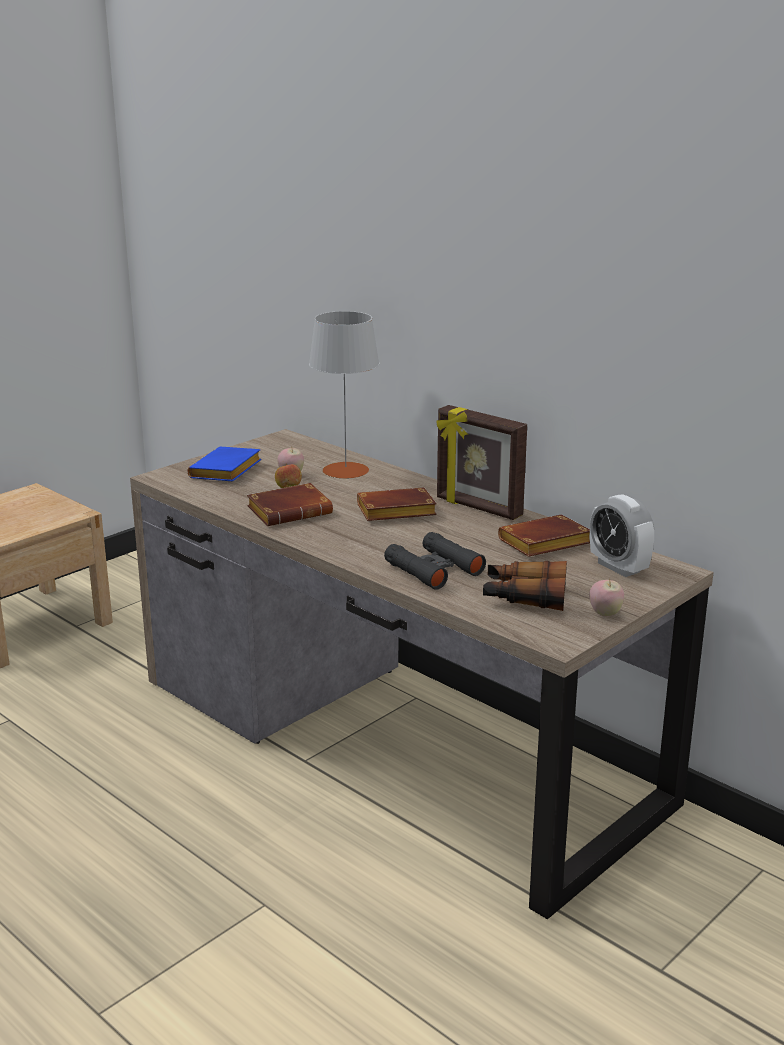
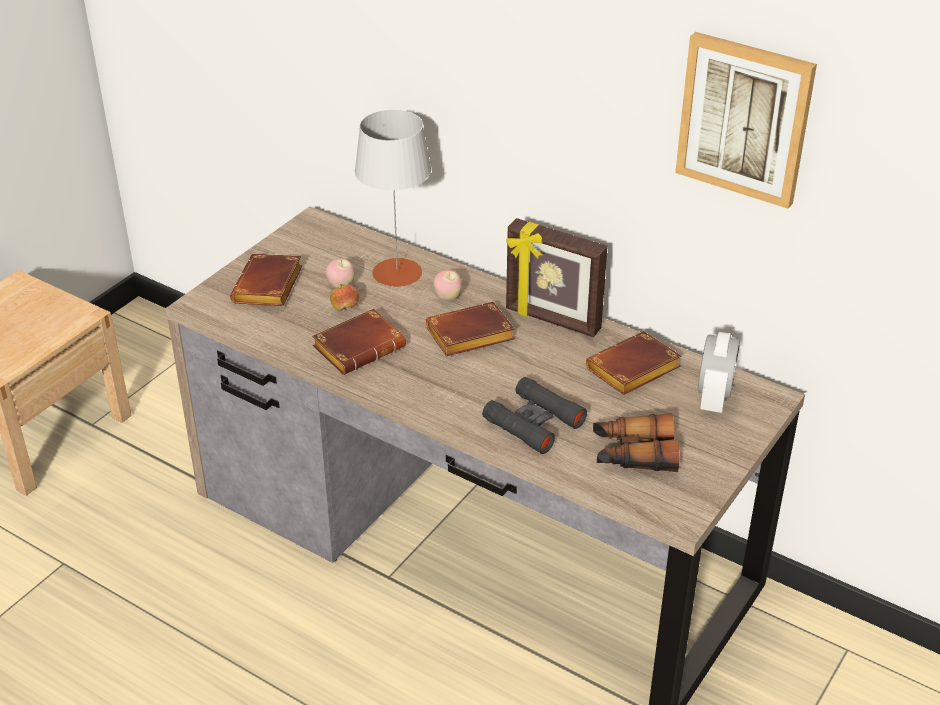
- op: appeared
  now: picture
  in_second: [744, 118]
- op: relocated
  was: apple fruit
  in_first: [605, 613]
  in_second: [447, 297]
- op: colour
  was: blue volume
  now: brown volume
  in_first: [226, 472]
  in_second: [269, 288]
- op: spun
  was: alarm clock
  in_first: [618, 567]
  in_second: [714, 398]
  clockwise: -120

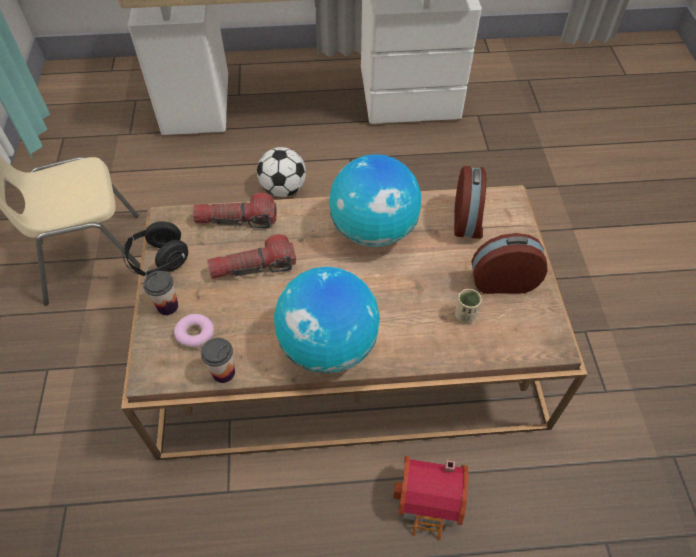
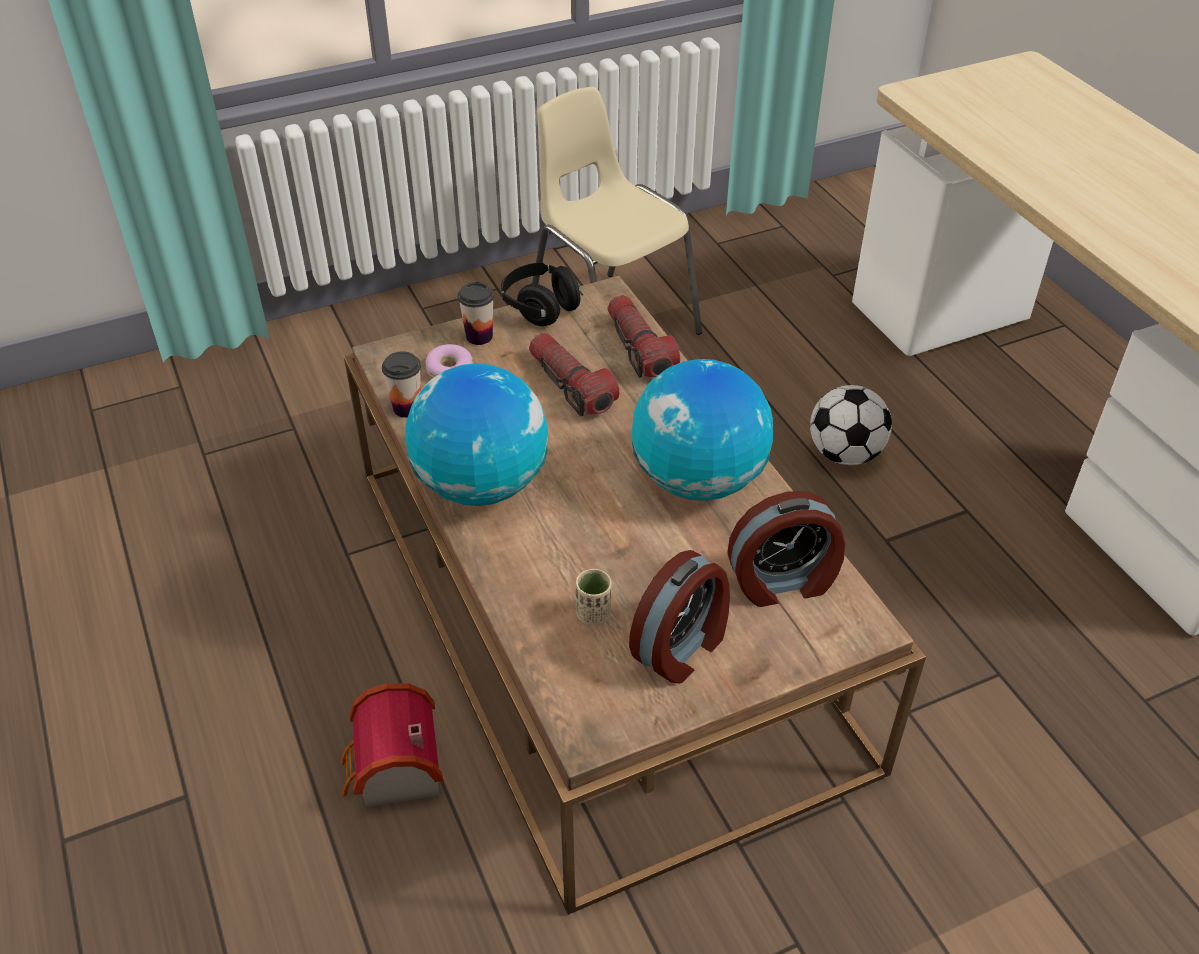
- op: spun
  was: alarm clock
  in_first: [502, 280]
  in_second: [682, 648]
  clockwise: 60

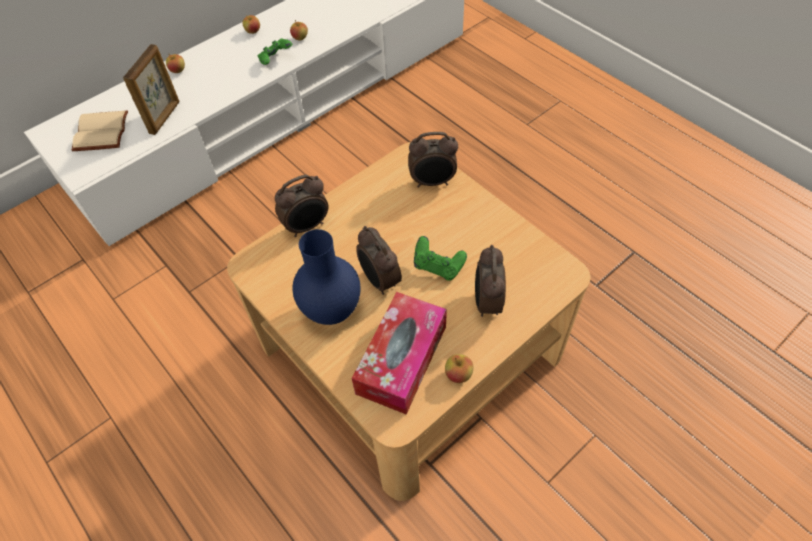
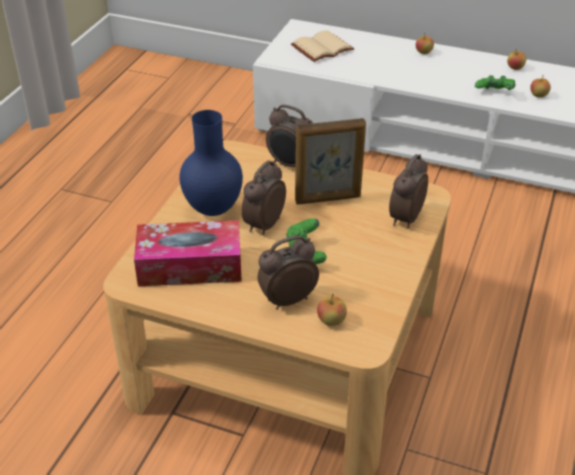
- op: relocated
  was: standing frame
  in_first: [165, 117]
  in_second: [328, 199]
- op: relocated
  was: apple fruit
  in_first: [458, 374]
  in_second: [331, 321]
- op: spun
  was: alarm clock
  in_first: [432, 182]
  in_second: [405, 218]
  clockwise: 60

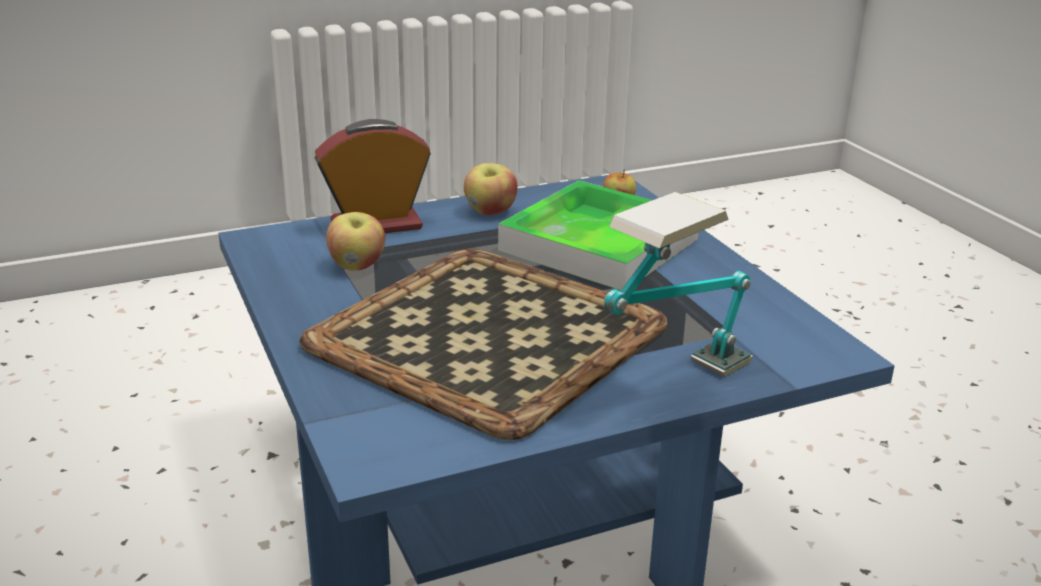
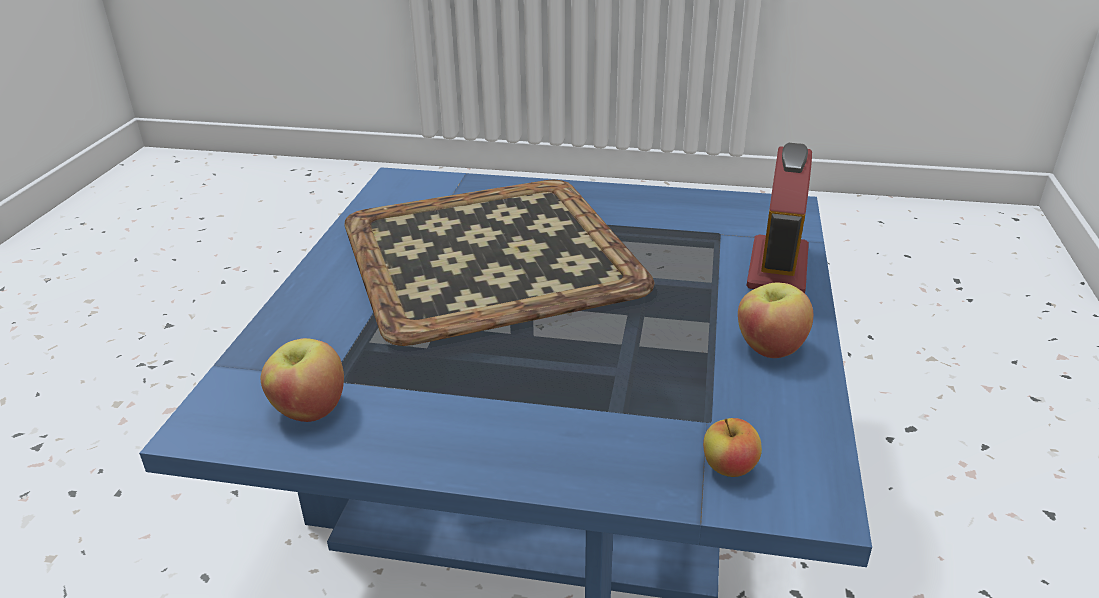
- op: missing
  was: tray
  in_first: [599, 244]
- op: missing
  was: tabletop lamp
  in_first: [675, 386]
- op: relocated
  was: apple fruit
  in_first: [357, 266]
  in_second: [309, 409]

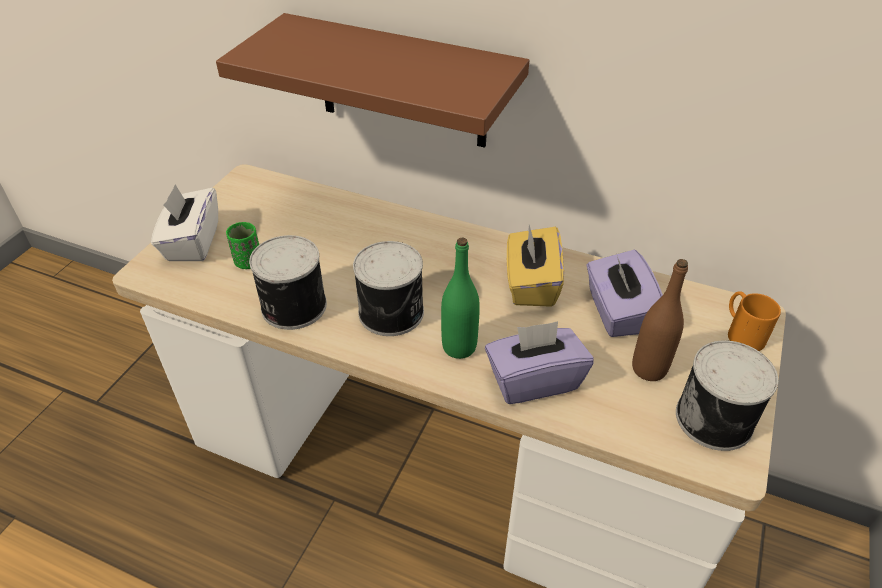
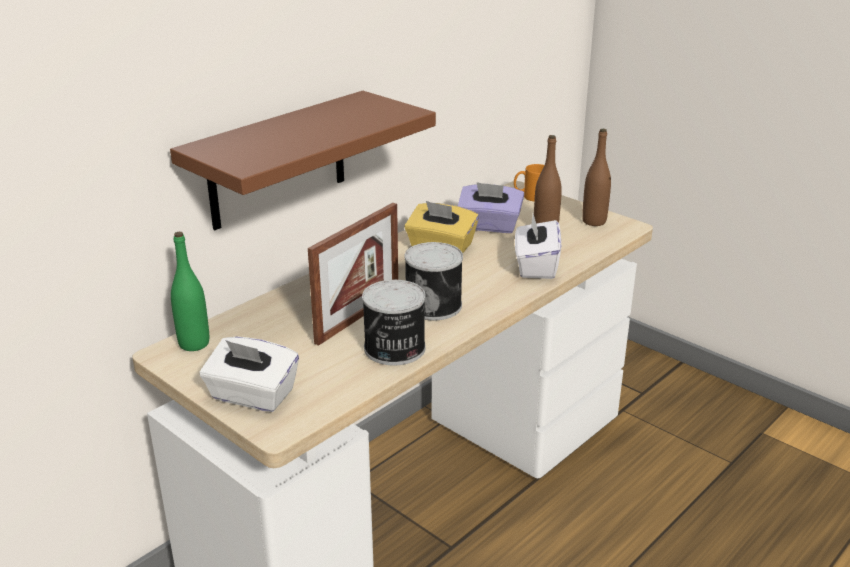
- op: missing
  was: greenish cup
  in_first: [248, 262]
- op: appeared
  now: standing frame
  in_second: [358, 317]
- op: relocated
  was: greenish beverage bottle
  in_first: [459, 347]
  in_second: [194, 344]
- op: exchanged
  was: can
  now: brown beverage bottle
  in_first: [716, 419]
  in_second: [594, 221]
- op: colour
  was: purplish tissue box
  now: white-coloured tissue box
  in_first: [533, 380]
  in_second: [535, 266]

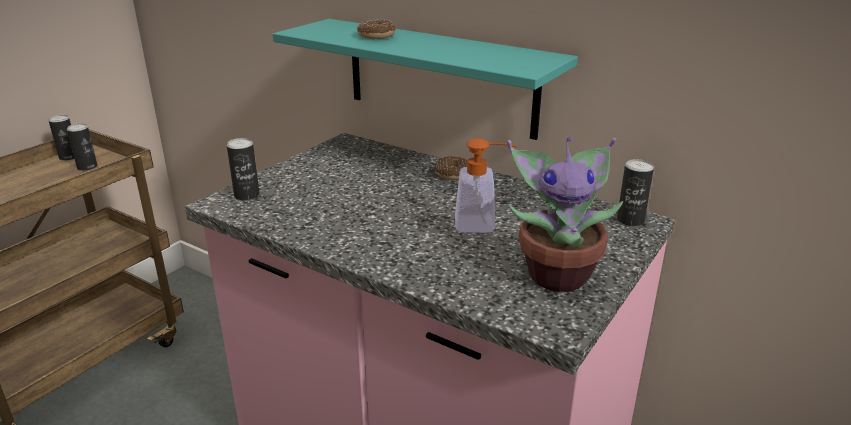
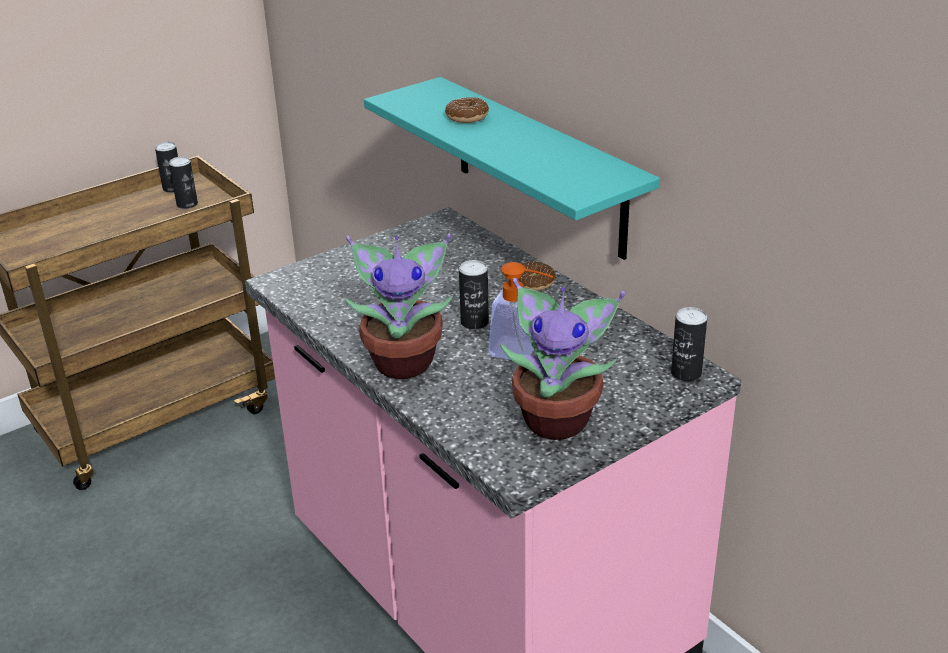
- op: appeared
  now: houseplant
  in_second: [404, 361]
- op: relocated
  was: can
  in_first: [247, 195]
  in_second: [474, 322]

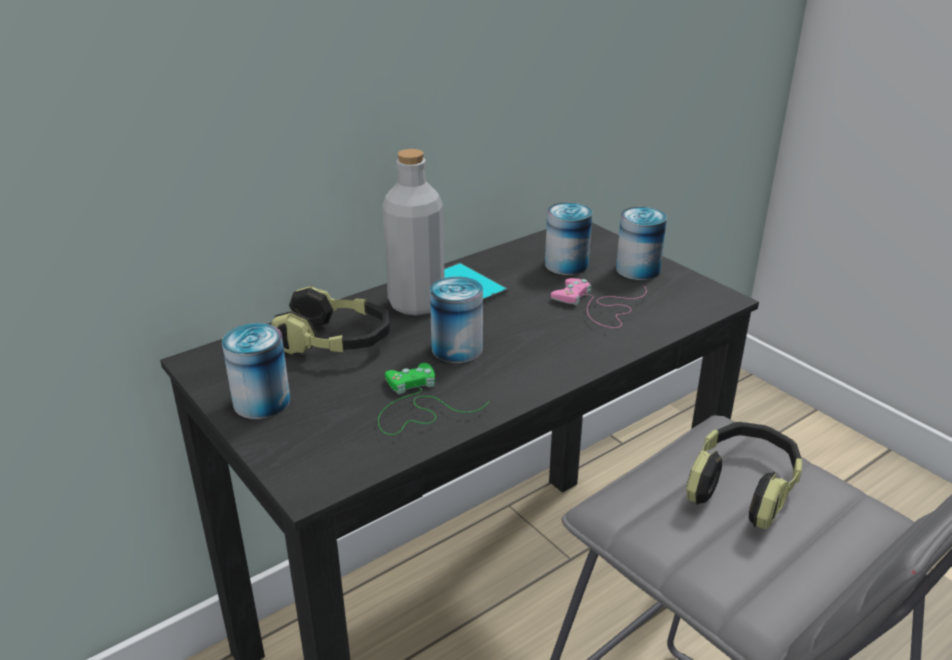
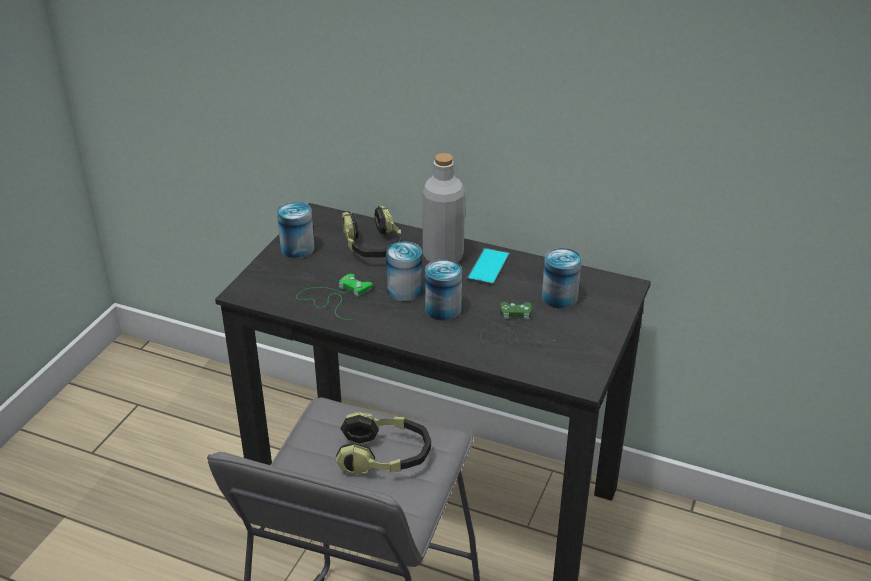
- op: relocated
  was: can
  in_first: [638, 269]
  in_second: [443, 309]
- op: colour
  was: pink gamepad
  now: greenish gamepad
  in_first: [598, 307]
  in_second: [511, 329]

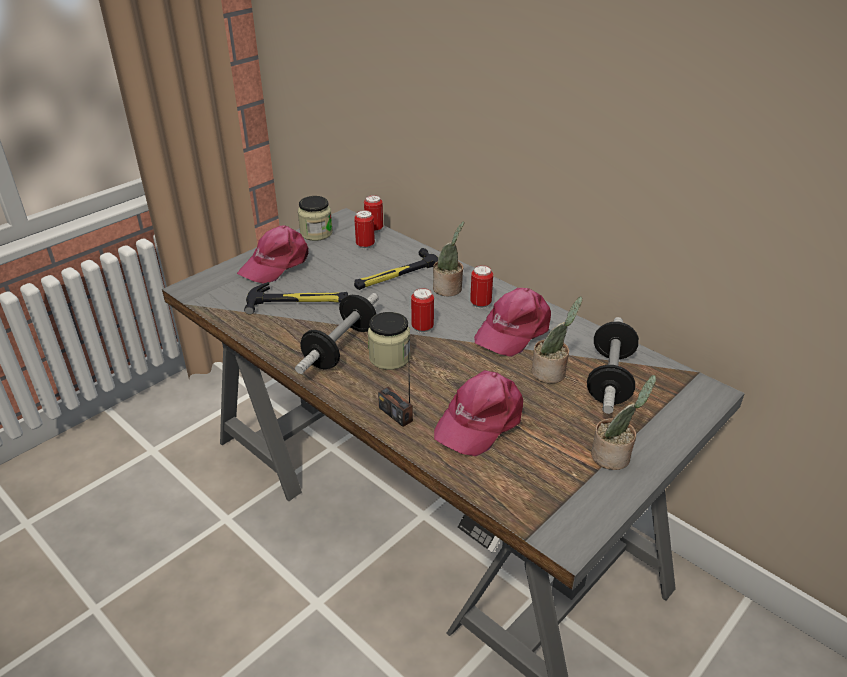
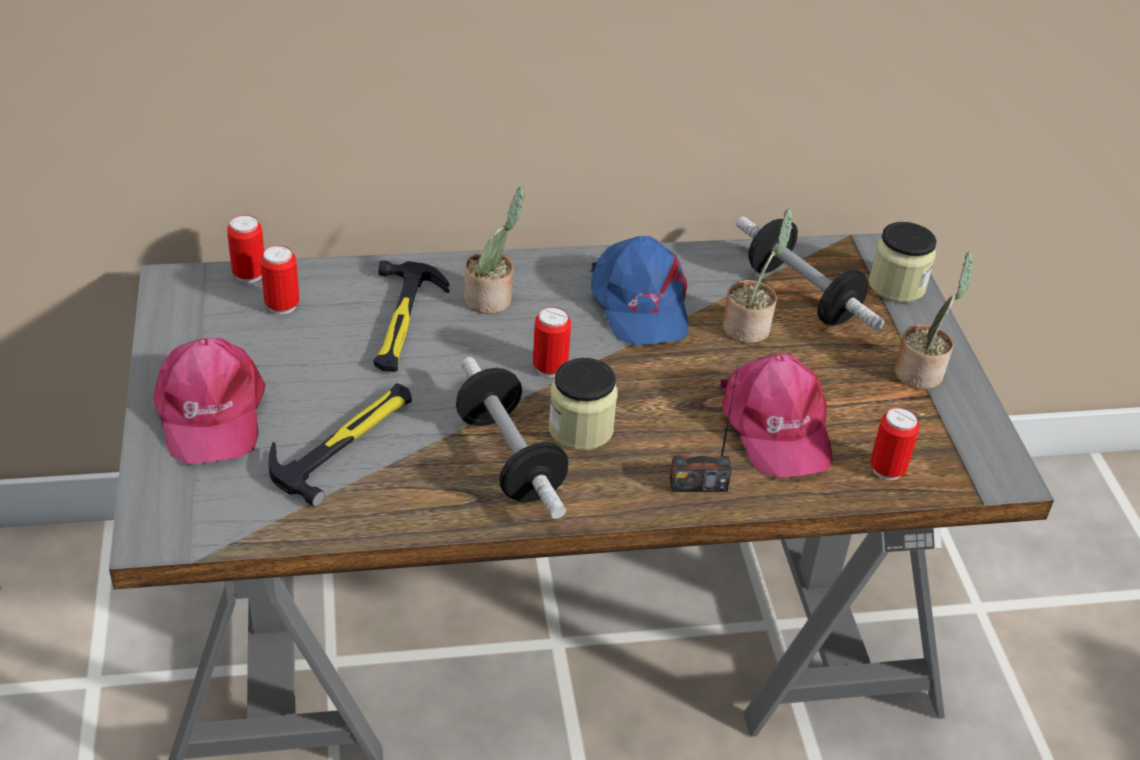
- op: relocated
  was: preserve jar
  in_first: [316, 233]
  in_second: [896, 286]
- op: relocated
  was: can
  in_first: [480, 304]
  in_second: [887, 469]
- op: colour
  was: pink cap
  now: blue cap
  in_first: [513, 330]
  in_second: [639, 303]

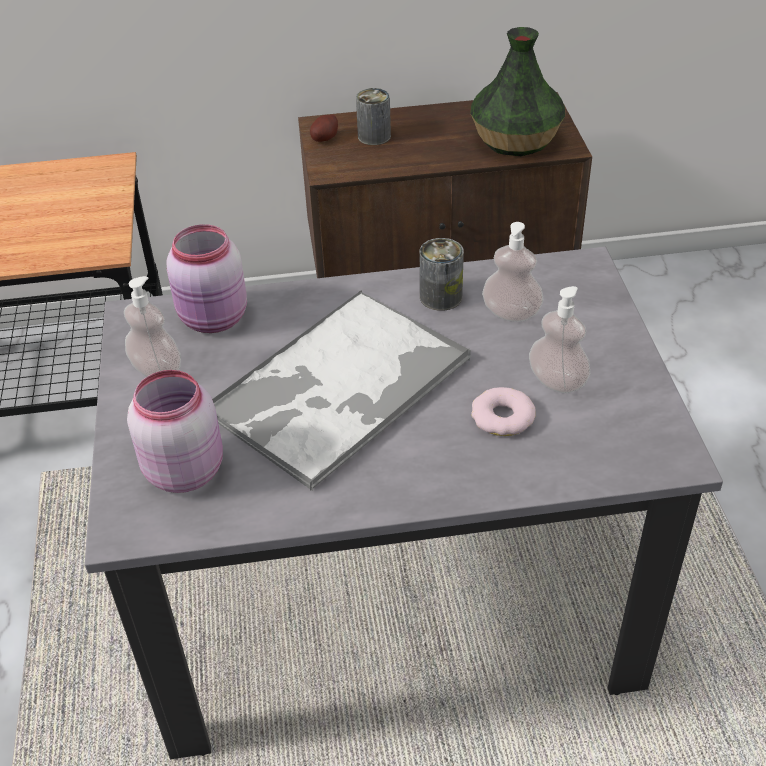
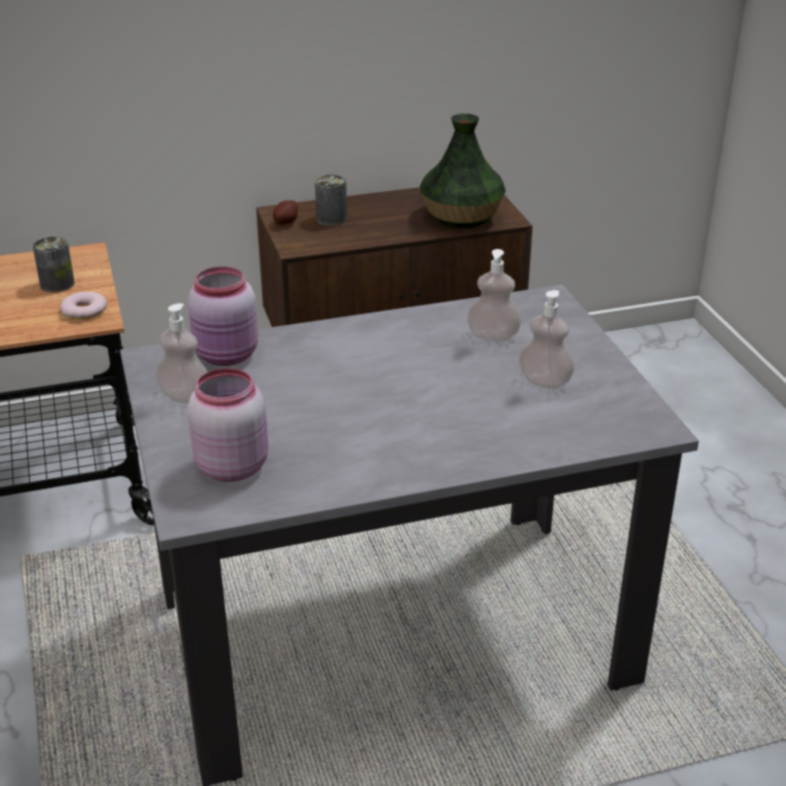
- op: missing
  was: tray
  in_first: [337, 388]
- op: relocated
  was: can
  in_first: [441, 297]
  in_second: [57, 284]
- op: relocated
  was: ring doughnut
  in_first: [502, 417]
  in_second: [84, 310]

